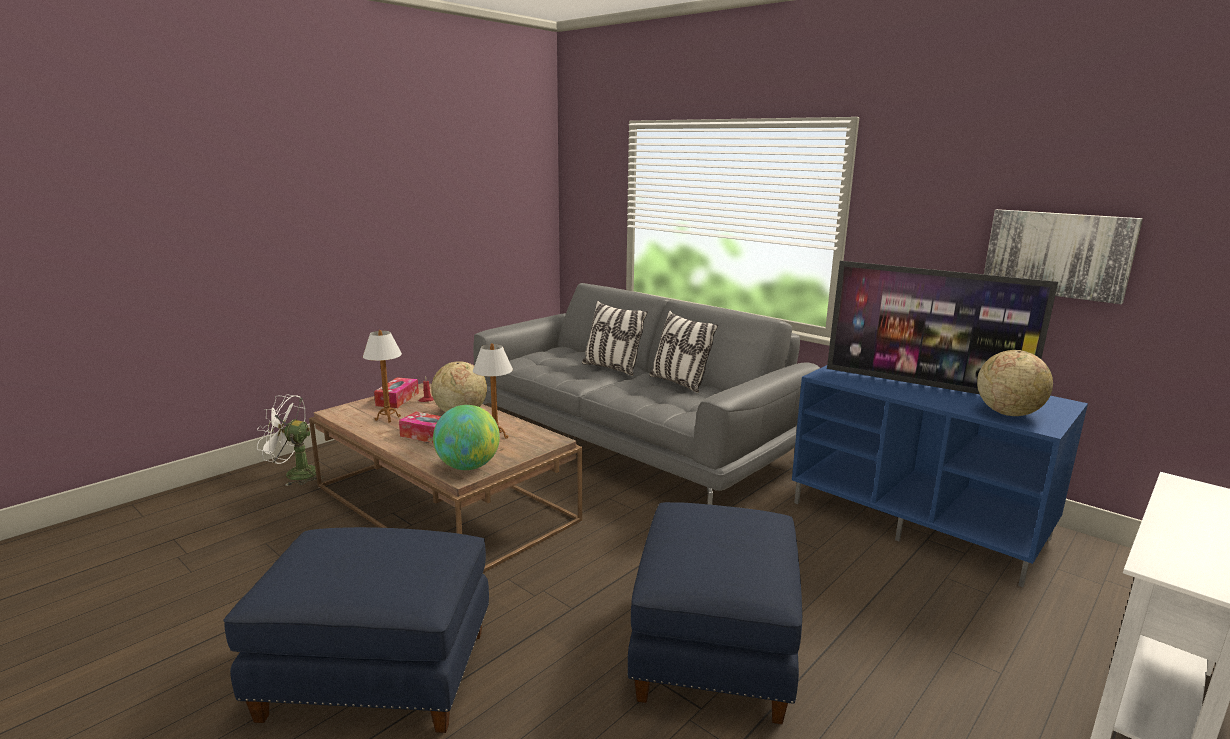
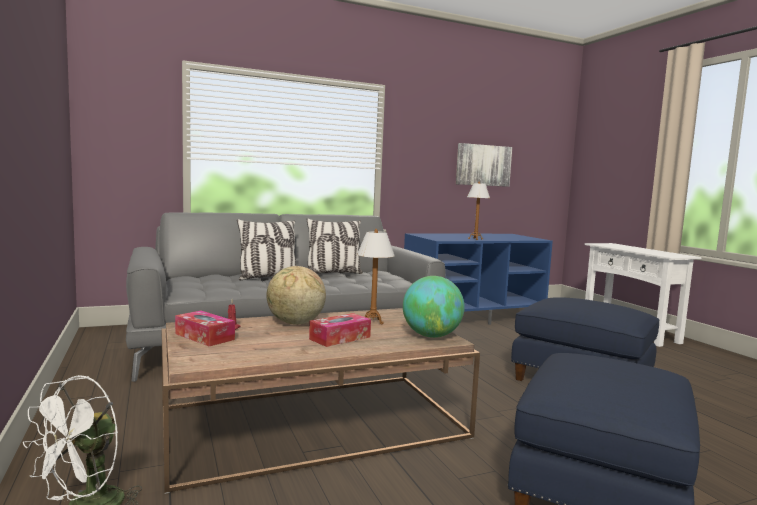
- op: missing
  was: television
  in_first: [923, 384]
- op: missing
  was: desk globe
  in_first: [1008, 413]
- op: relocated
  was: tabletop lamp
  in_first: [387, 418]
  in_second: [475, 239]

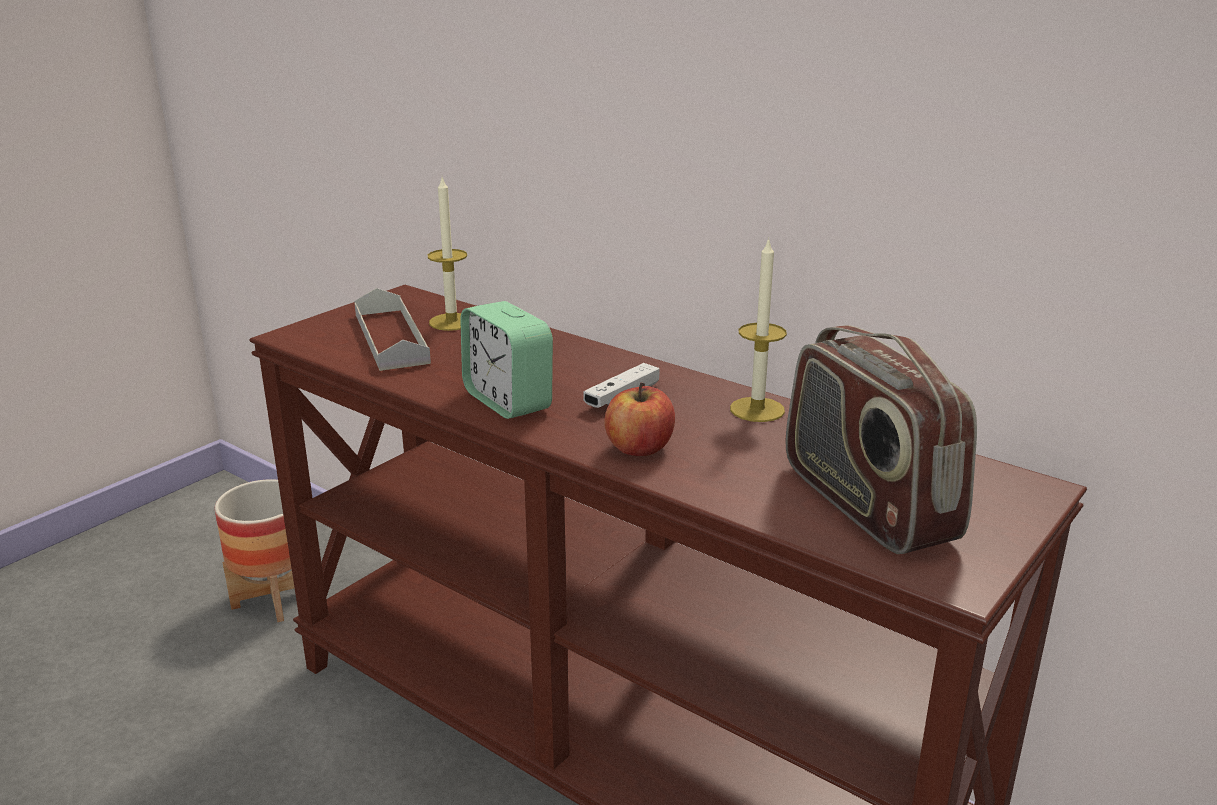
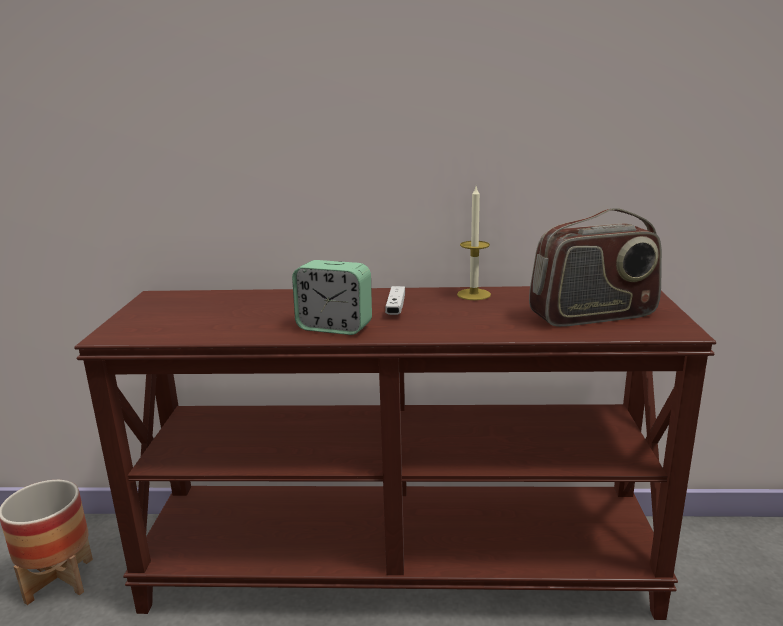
- op: missing
  was: greyish tray
  in_first: [391, 338]
- op: missing
  was: wax candle
  in_first: [451, 322]
- op: missing
  was: apple fruit
  in_first: [639, 448]
- op: spun
  was: radio
  in_first: [865, 503]
  in_second: [593, 315]
  clockwise: -45

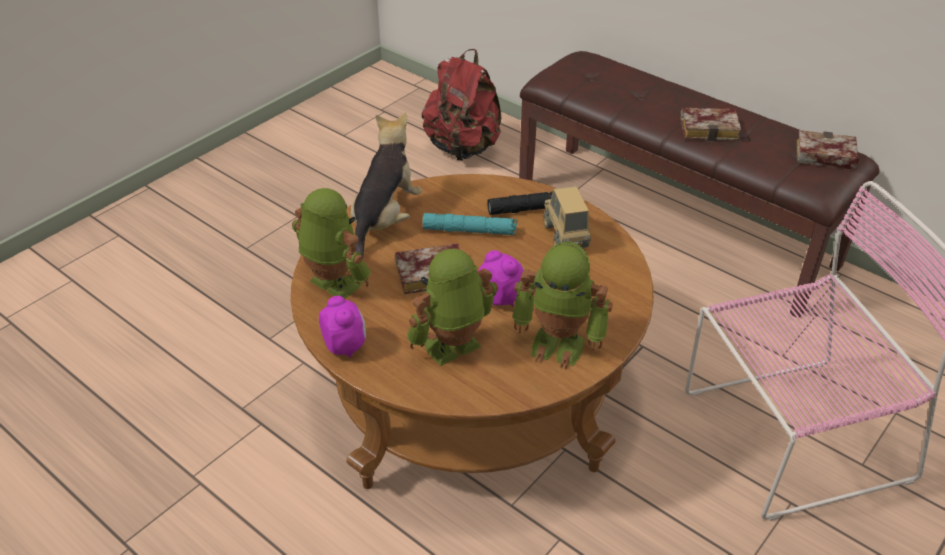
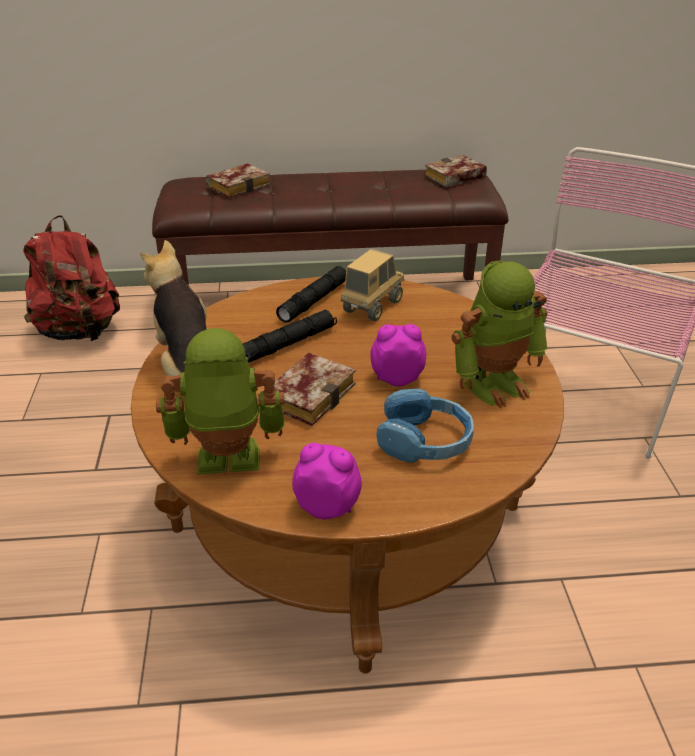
- op: relocated
  was: volume
  in_first: [711, 129]
  in_second: [239, 185]
- op: exchanged
  was: toy robot
  now: blue pair of headphones
  in_first: [453, 349]
  in_second: [425, 441]
- op: colour
  was: turquoise-coloured torch
  now: black-coloured torch
  in_first: [469, 231]
  in_second: [288, 344]
- op: spun
  was: toy truck
  in_first: [565, 236]
  in_second: [372, 307]
  clockwise: 90

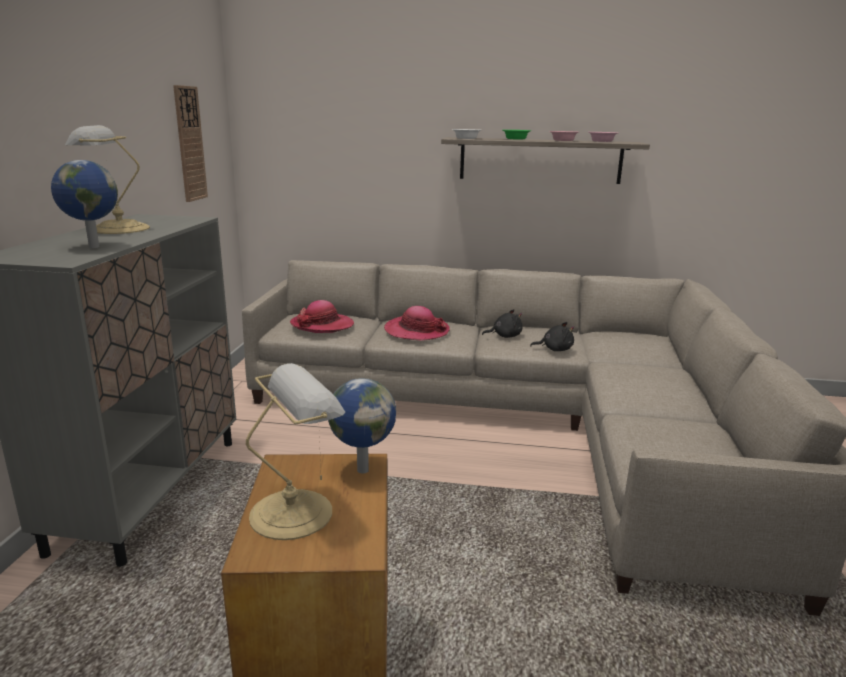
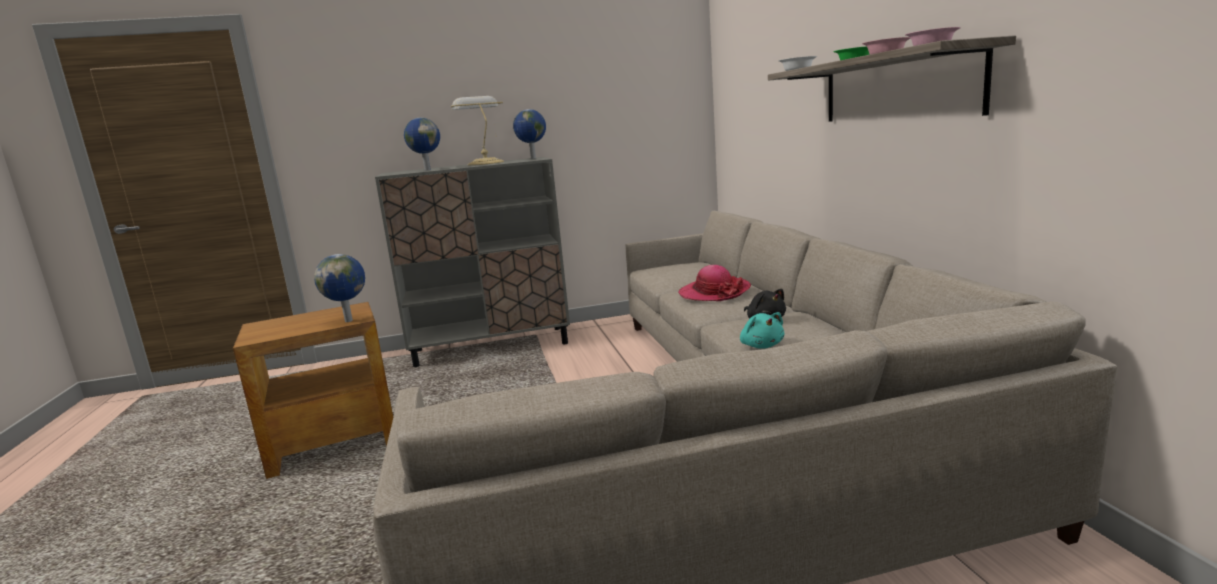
- op: missing
  was: wall clock
  in_first: [190, 144]
- op: missing
  was: tabletop lamp
  in_first: [295, 512]
- op: missing
  was: clothing hat
  in_first: [322, 325]
- op: appeared
  now: desk globe
  in_second: [532, 158]
- op: colour
  was: black-coloured plush toy
  now: turquoise-coloured plush toy
  in_first: [555, 349]
  in_second: [761, 346]

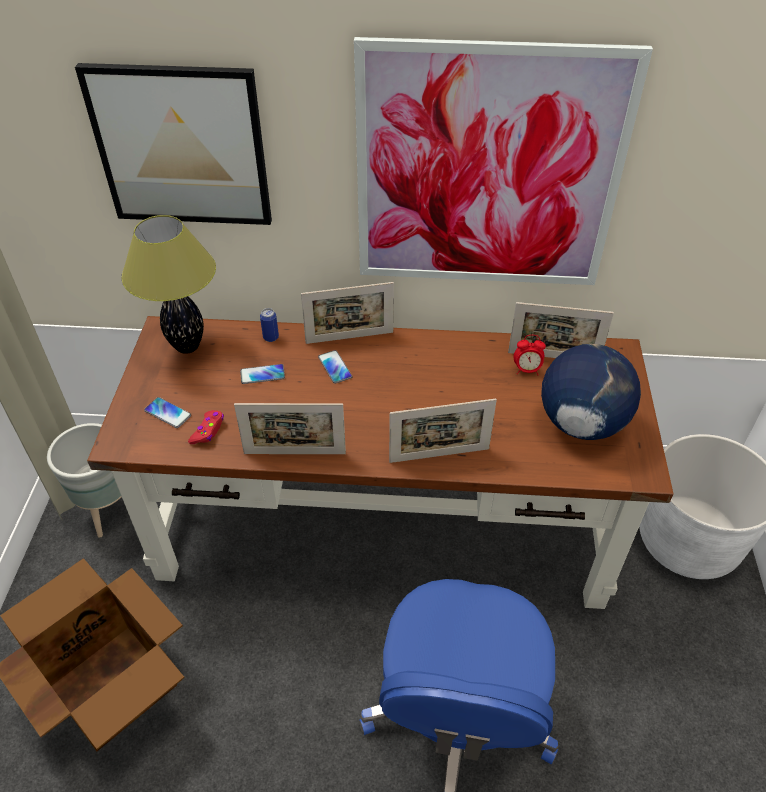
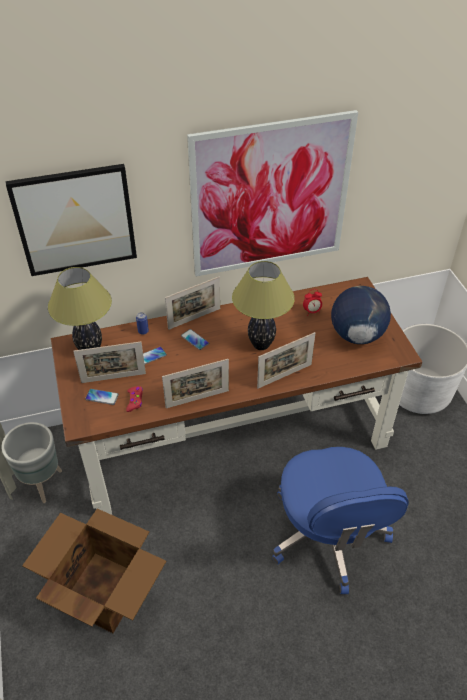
- op: appeared
  now: tabletop lamp
  in_second: [261, 345]
- op: relocated
  was: standing frame
  in_first: [553, 357]
  in_second: [113, 378]

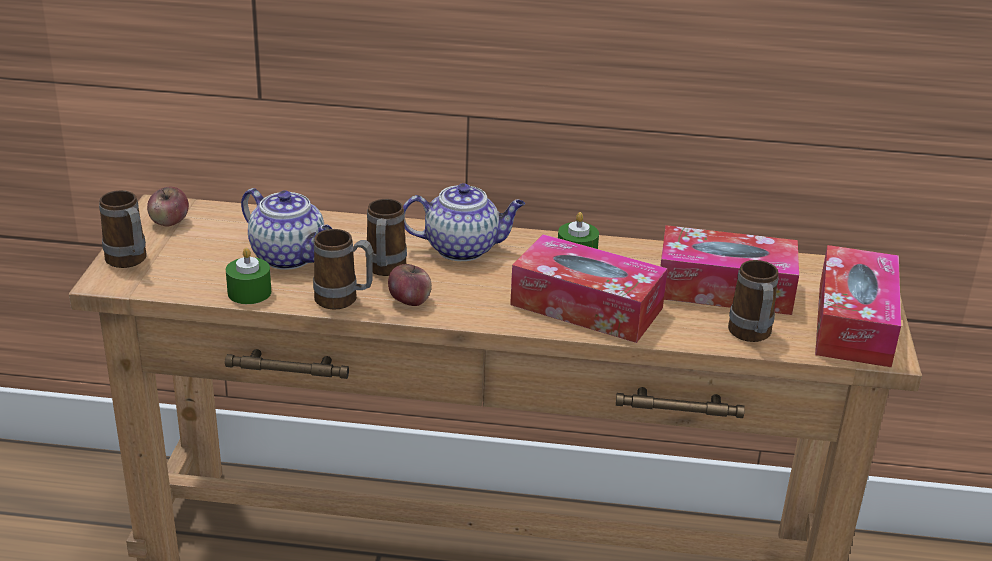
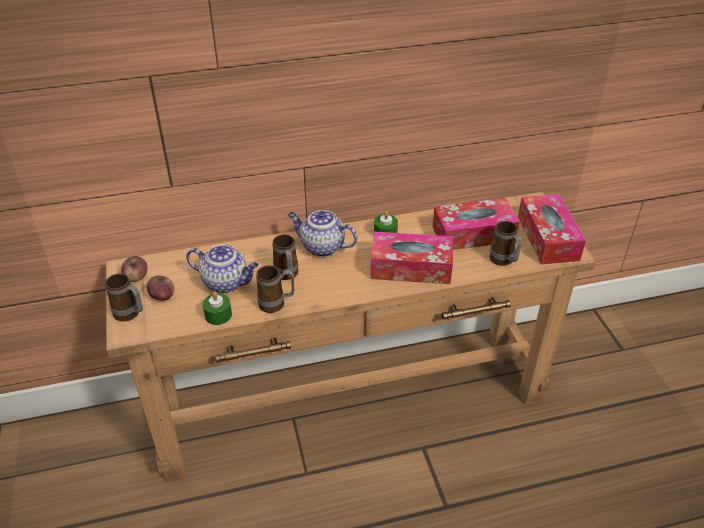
- op: relocated
  was: apple fruit
  in_first: [410, 301]
  in_second: [162, 296]
- op: spun
  was: teapot
  in_first: [463, 248]
  in_second: [321, 247]
  clockwise: -135

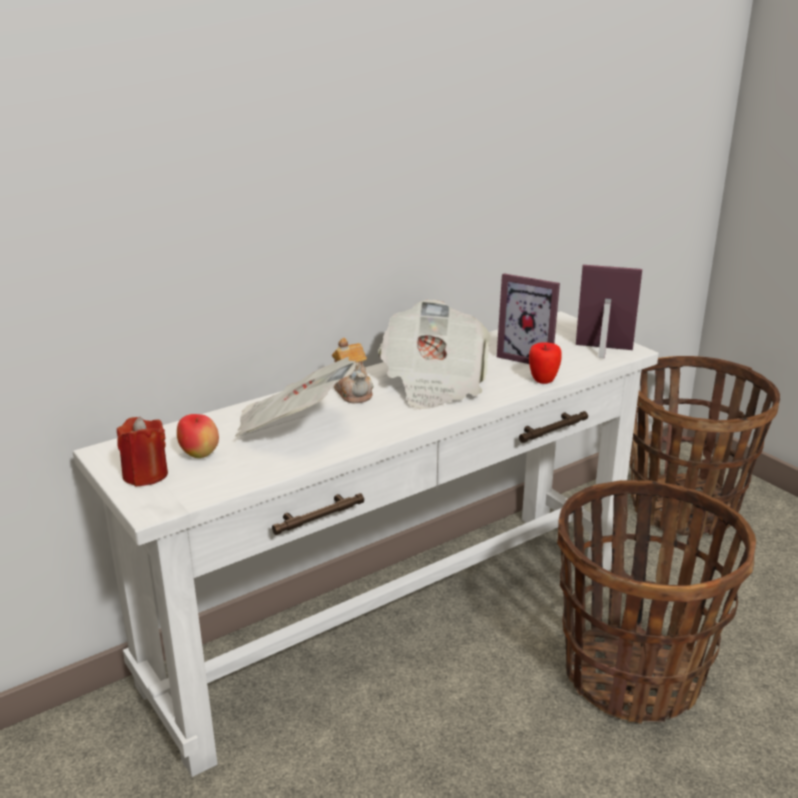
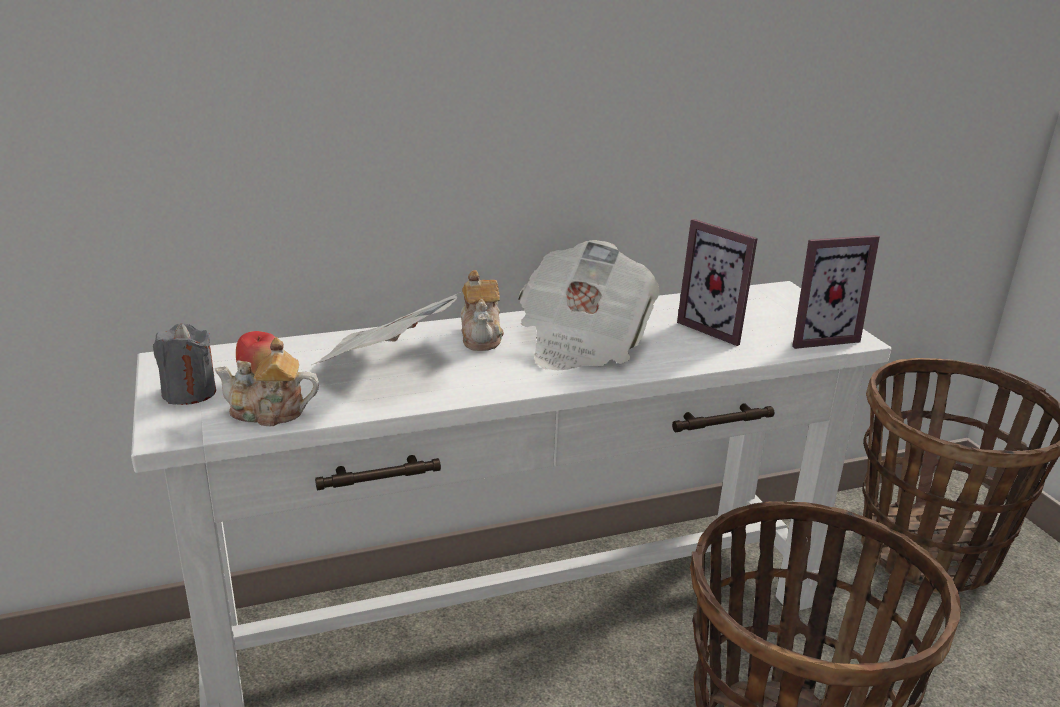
- op: missing
  was: apple fruit
  in_first: [543, 380]
- op: appeared
  now: teapot
  in_second: [269, 413]
- op: colour
  was: red-coloured wax candle
  now: greyish wax candle
  in_first: [145, 475]
  in_second: [189, 393]
- op: spun
  was: standing frame
  in_first: [603, 352]
  in_second: [816, 336]
  clockwise: 135

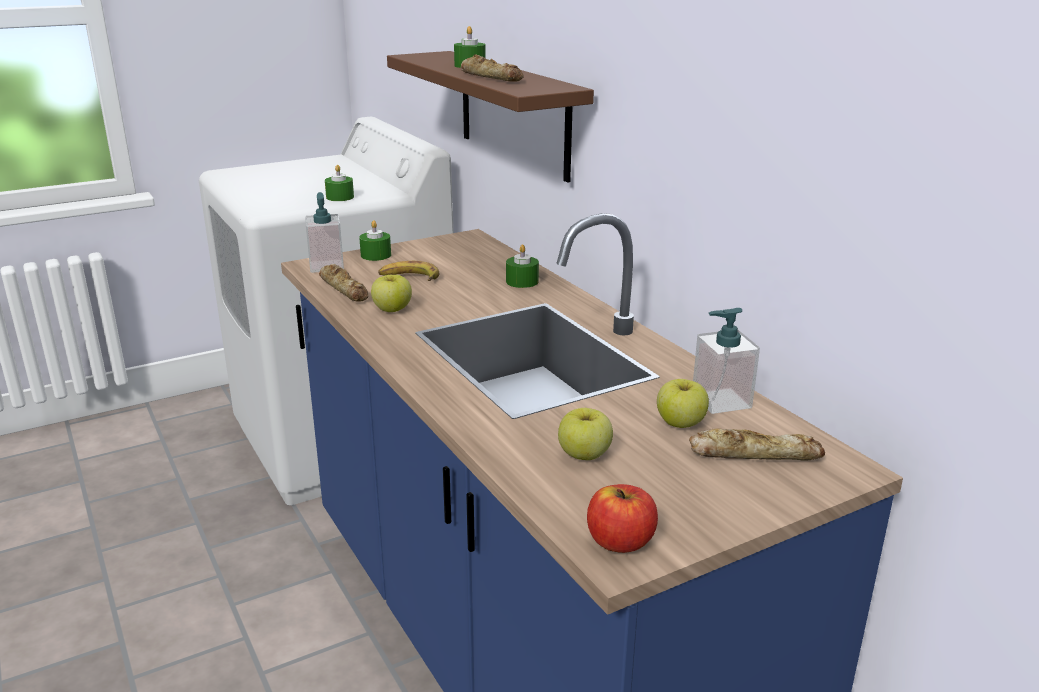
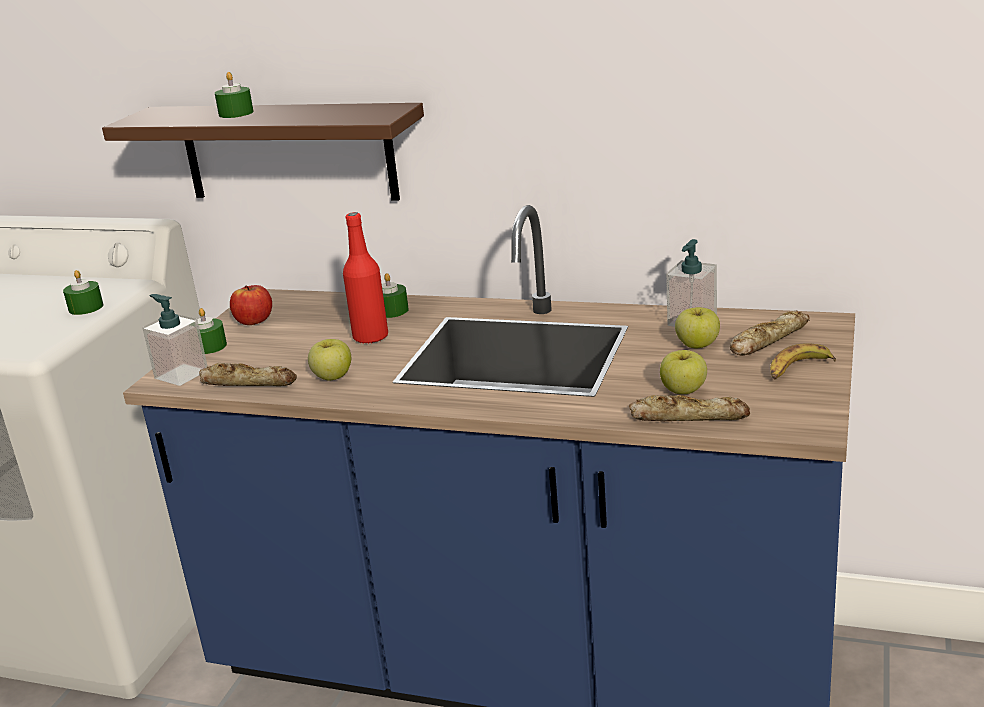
- op: appeared
  now: red-coloured beverage bottle
  in_second: [370, 337]
- op: relocated
  was: banana
  in_first: [409, 278]
  in_second: [798, 369]
- op: relocated
  was: bakery bread
  in_first: [491, 77]
  in_second: [688, 416]
- op: relocated
  was: apple fruit
  in_first: [620, 542]
  in_second: [254, 321]

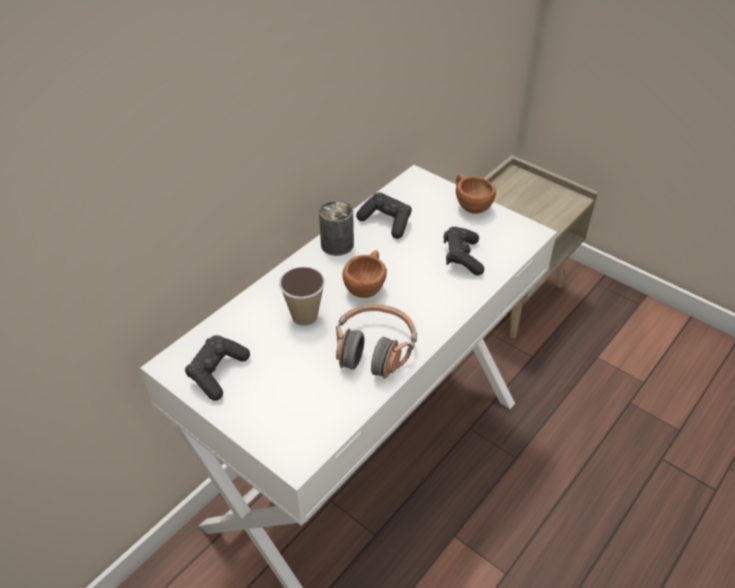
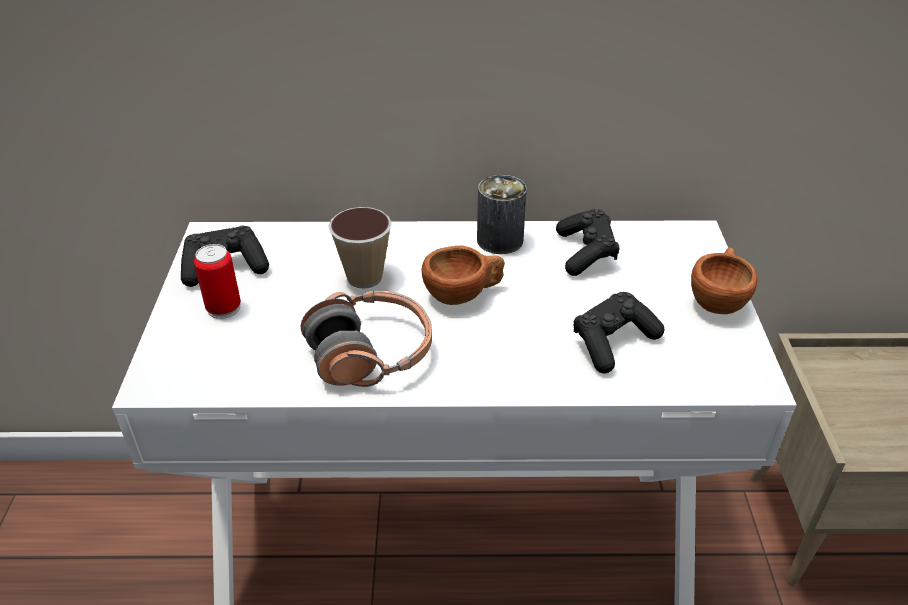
- op: appeared
  now: can
  in_second: [223, 308]

